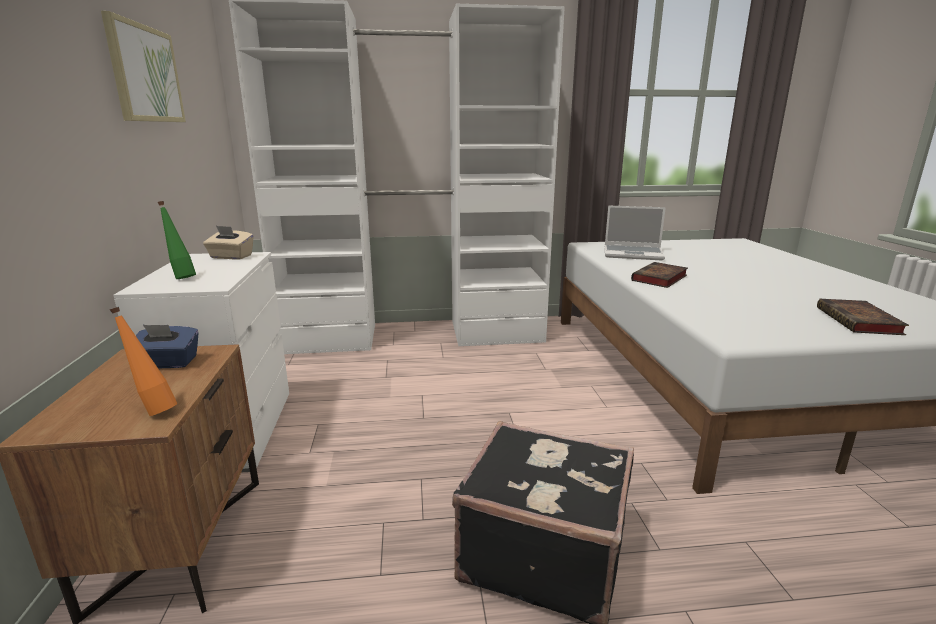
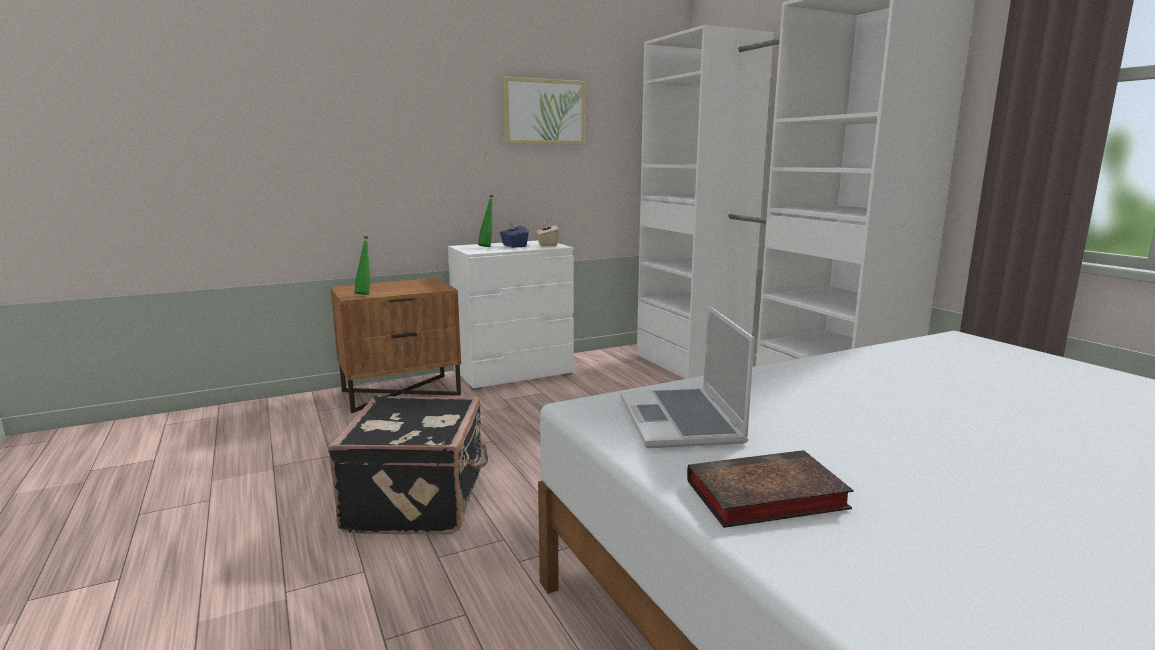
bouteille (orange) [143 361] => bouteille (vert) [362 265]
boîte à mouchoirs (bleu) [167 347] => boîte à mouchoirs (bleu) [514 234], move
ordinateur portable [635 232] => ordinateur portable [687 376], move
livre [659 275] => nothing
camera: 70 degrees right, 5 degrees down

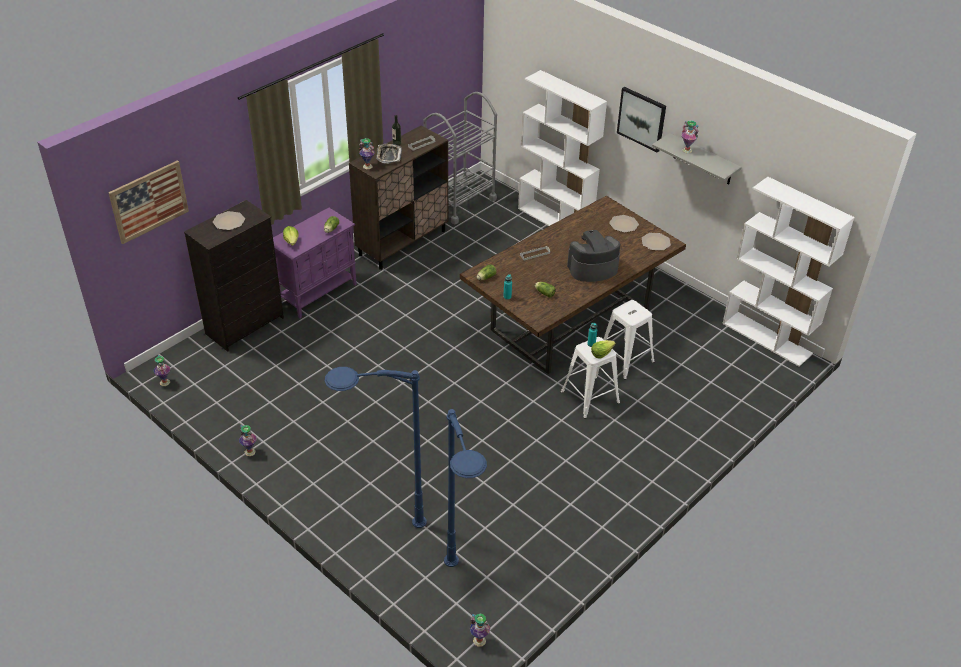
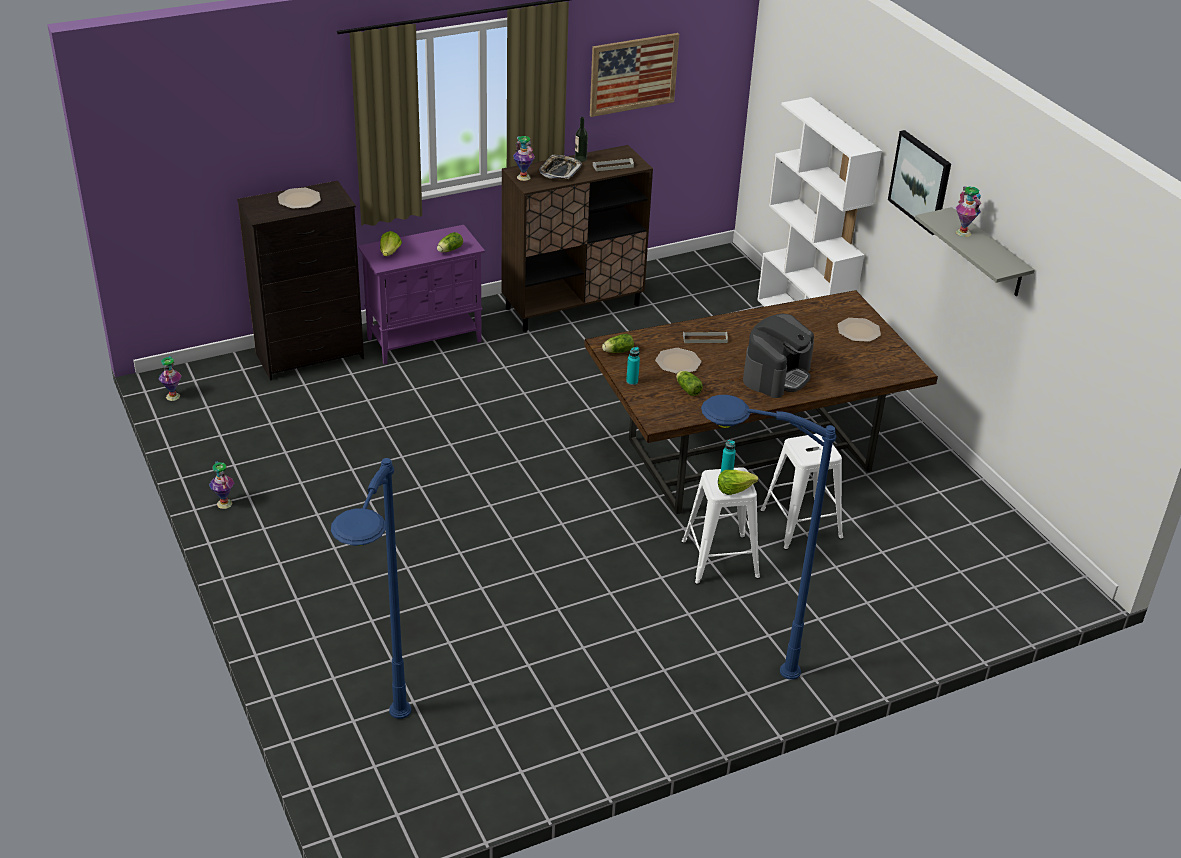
tableau [148 202] => tableau [634 75], move
lampadaire (bleu) [376 447] => lampadaire (bleu) [768 537], move
chariot (gris) [460 158] => nothing
vase [480 630] => nothing
machine à café [593 256] => machine à café [778 356], 120 degrees clockwise
assiette [656 242] => assiette [678 361], move
bibliothèque (blanc) [788 272] => nothing
camera: 20 degrees right, 5 degrees down

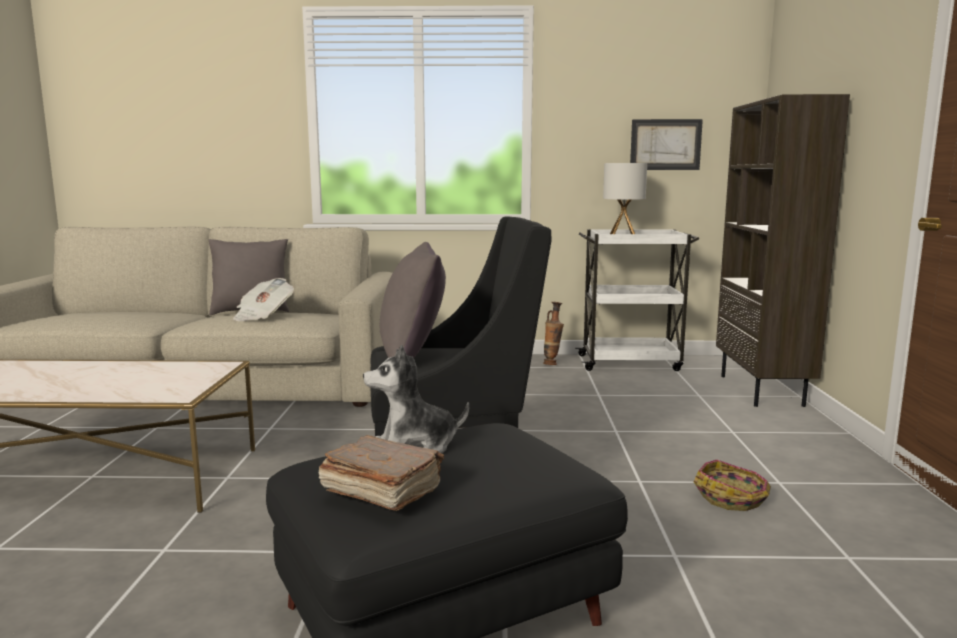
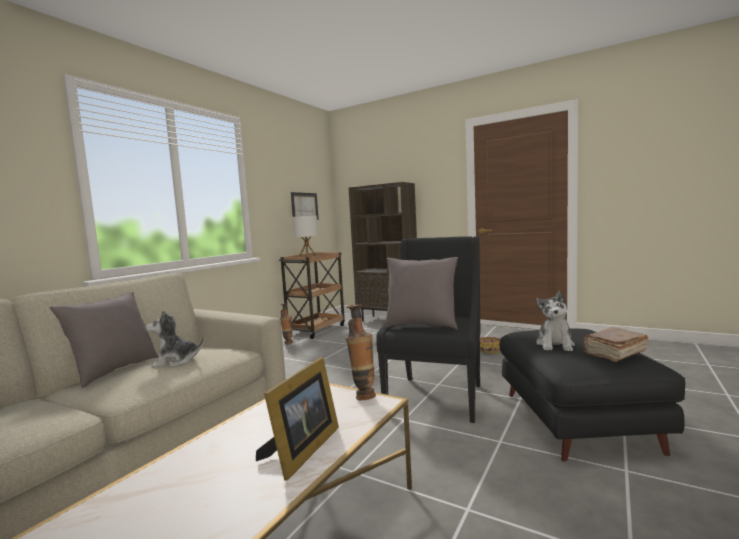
journal [263 299] => peluche [175 339]
chariot (blanc) [637 300] => chariot (marron) [312 295]
nothing => cadre photo [297 418]
nothing => vase [360 352]
camera: 60 degrees left, 5 degrees down

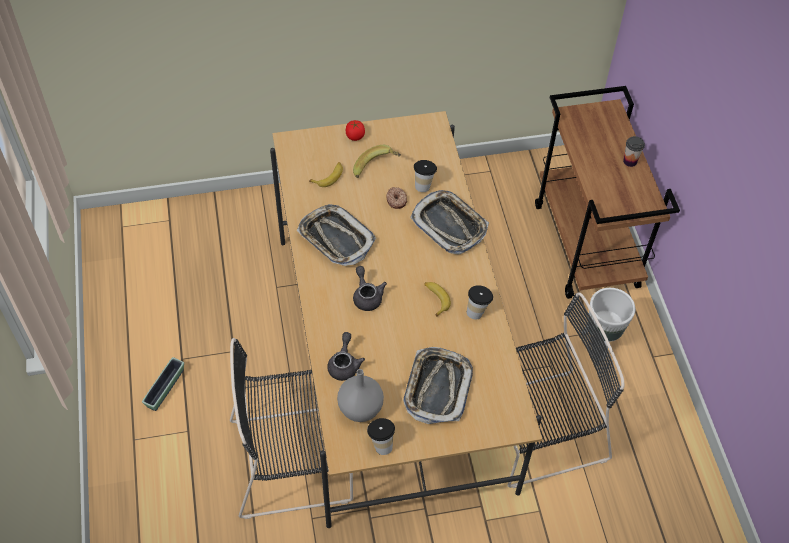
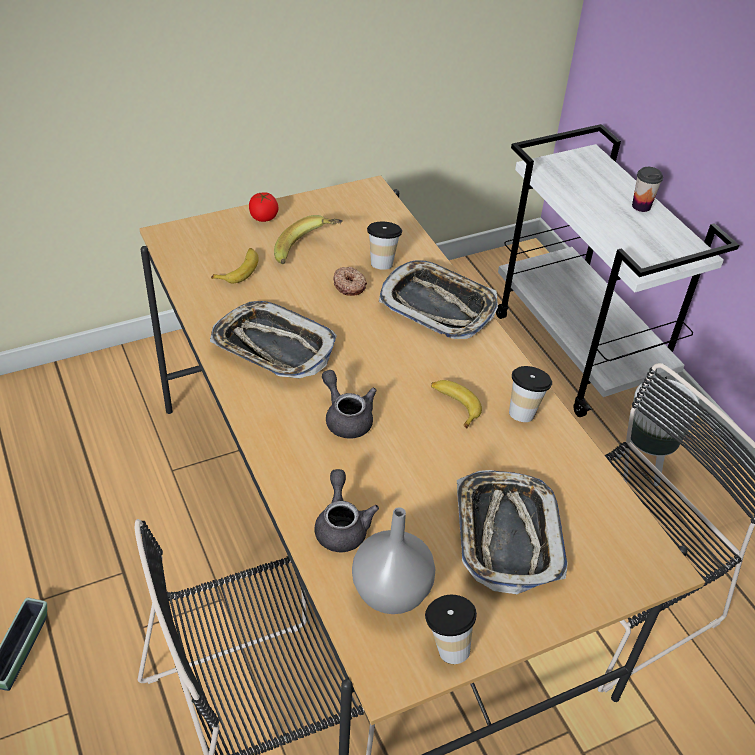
chariot (marron) [607 192] => chariot (blanc) [617 270]
camera: 15 degrees left, 10 degrees down

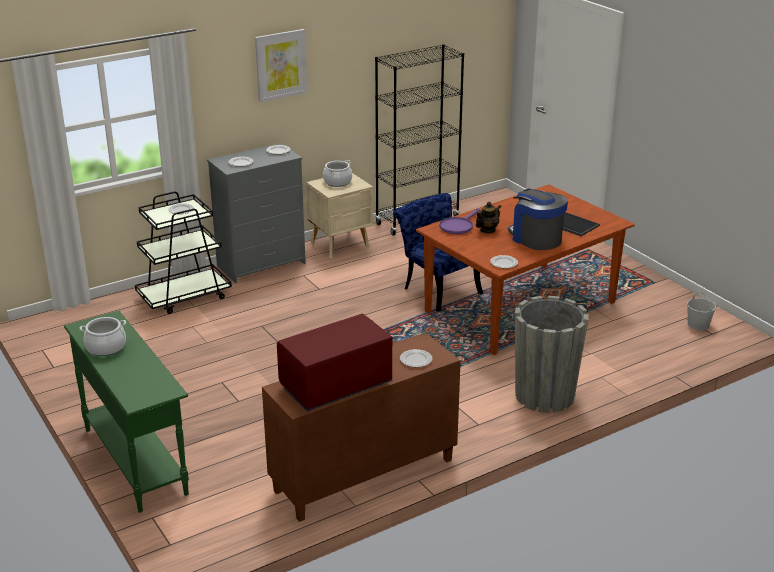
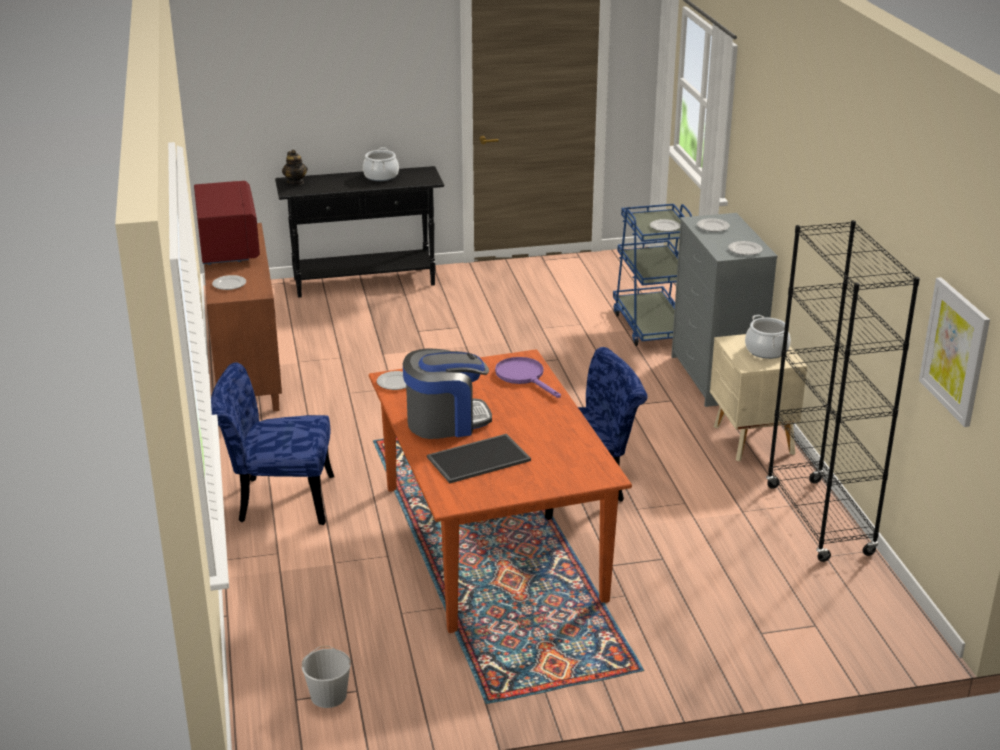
table console (vert) [126 411] => table console (noir) [359 232]
chariot (noir) [183 252] => chariot (bleu) [652 275]
tableau [281 65] => tableau [954 352], move
théière [488 217] => théière [295 167], move
cache-pot (gris) [552 354] => chaise (bleu) [272 444]
camera: 110 degrees right, 0 degrees up

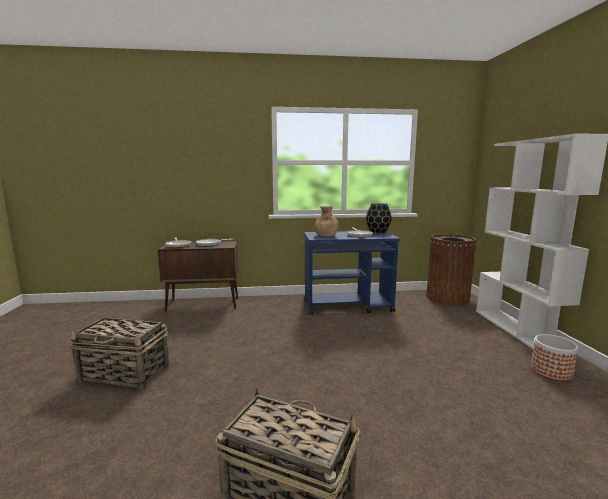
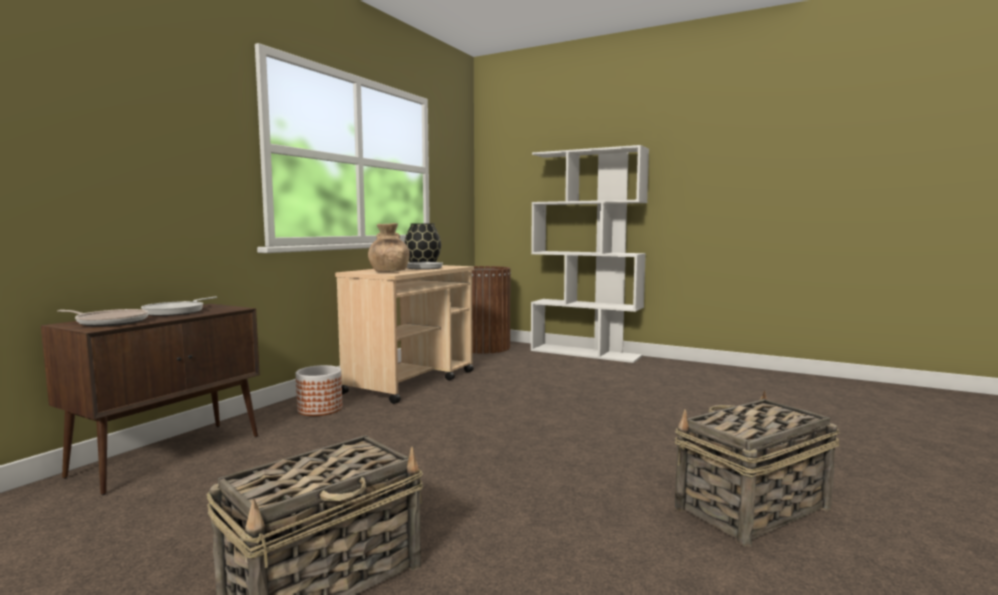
chariot (bleu) [352 273] => chariot (beige) [404 334]
cache-pot [554 357] => cache-pot [319 390], move
camera: 55 degrees left, 5 degrees down

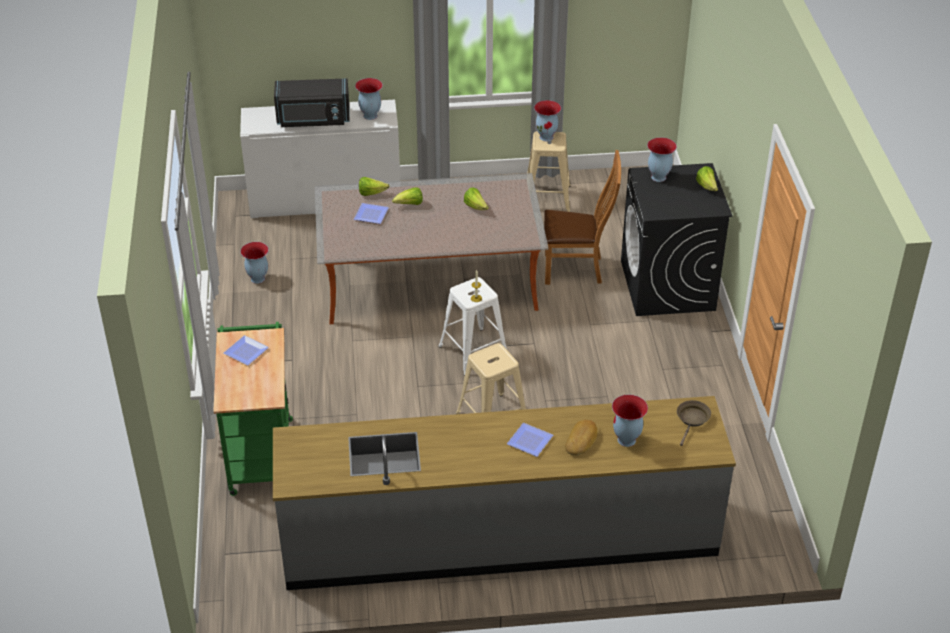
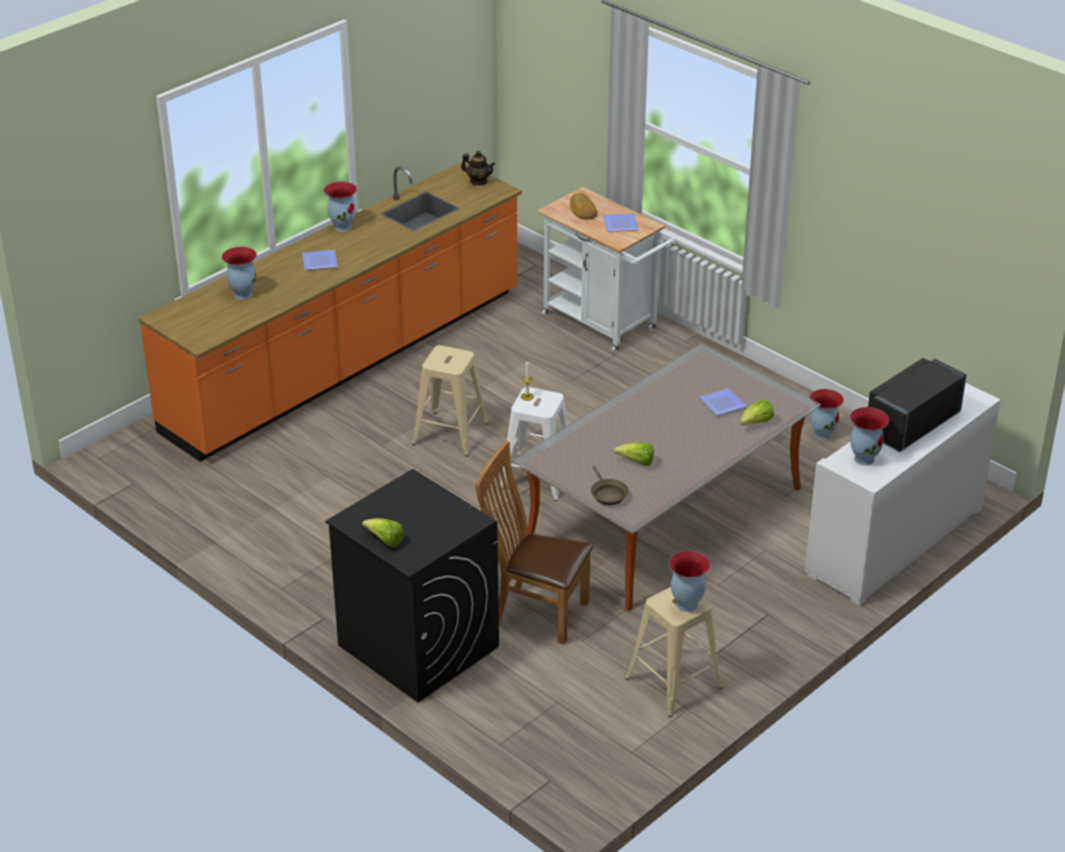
chariot (vert) [253 409] => chariot (blanc) [607 270]
comptoir de cuisine (gris) [504 493] => comptoir de cuisine (orange) [330 312]
laitue [407 196] => nothing
chaise (marron) [582 217] => chaise (marron) [534 543], 60 degrees clockwise
pain [581 438] => pain [584 206], move
vase [662 159] => vase [340 206], move
poêle (marron) [694 423] => poêle (marron) [610 486], move
nothing => théière [478 168]
camera: 140 degrees right, 5 degrees down

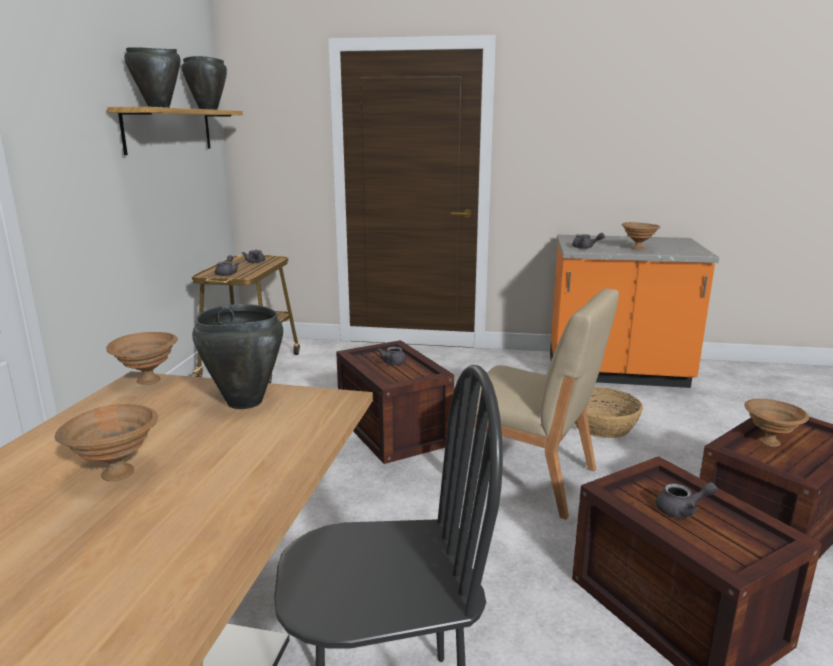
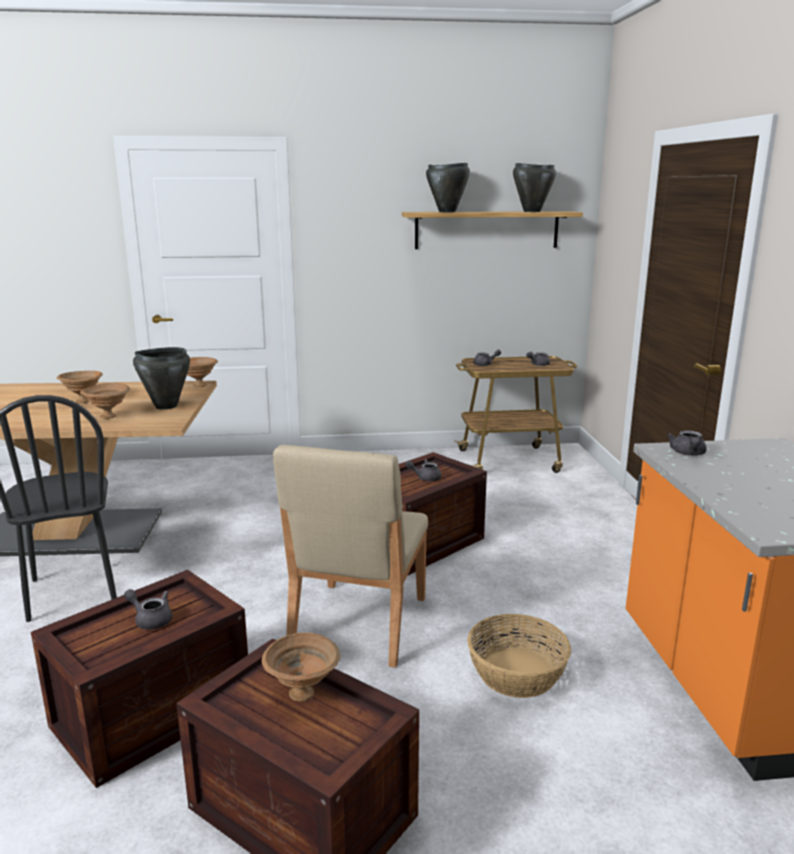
bol (marron) [641 236] => bol (marron) [105 401], move
théière (gris) [687 500] => théière (gris) [148 609], 135 degrees clockwise
camera: 75 degrees right, 0 degrees up

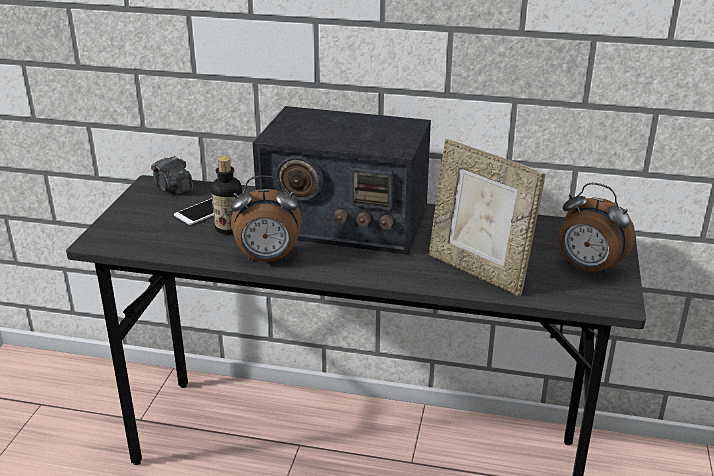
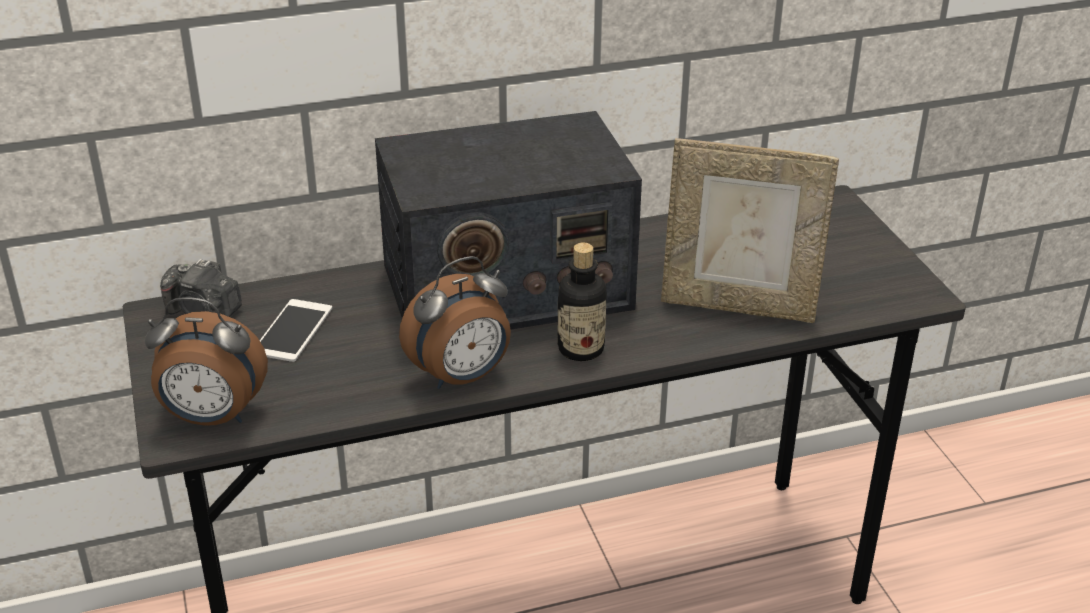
bouteille [226 195] => bouteille [582 302], move
réveil [597 229] => réveil [206 361], move
camera: 30 degrees left, 5 degrees up

